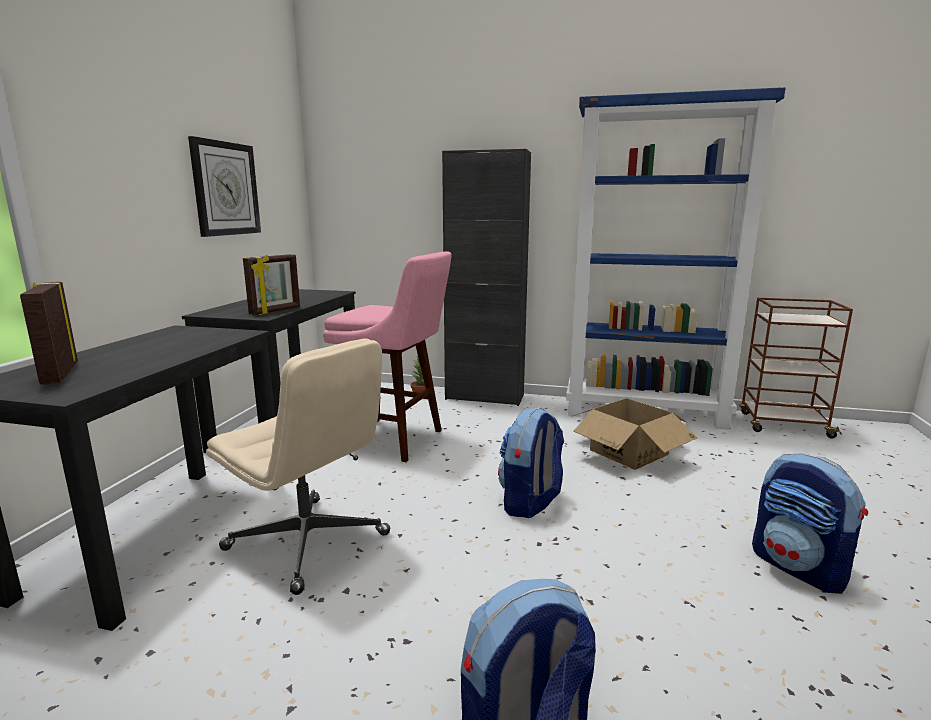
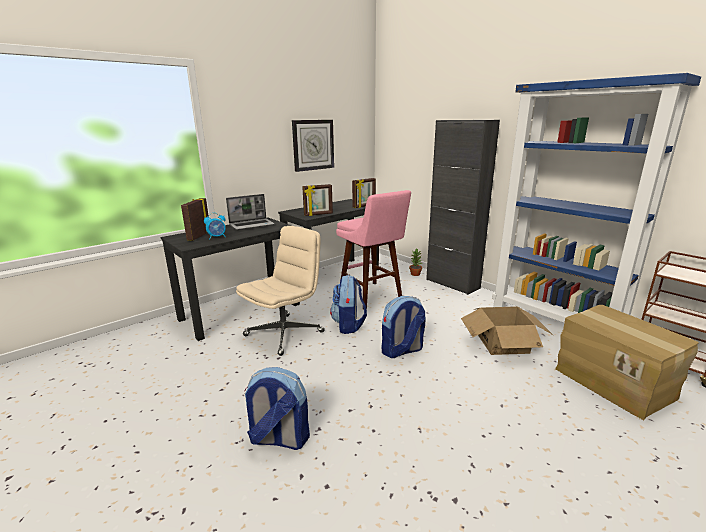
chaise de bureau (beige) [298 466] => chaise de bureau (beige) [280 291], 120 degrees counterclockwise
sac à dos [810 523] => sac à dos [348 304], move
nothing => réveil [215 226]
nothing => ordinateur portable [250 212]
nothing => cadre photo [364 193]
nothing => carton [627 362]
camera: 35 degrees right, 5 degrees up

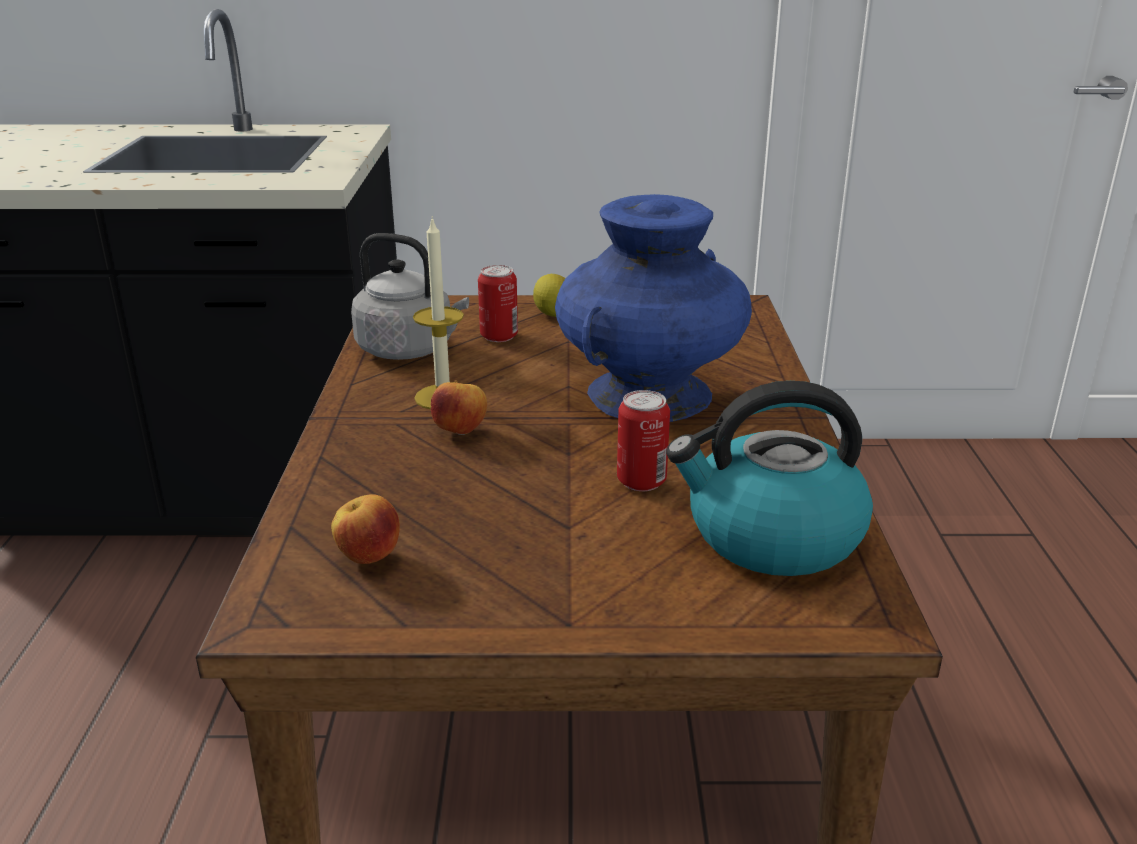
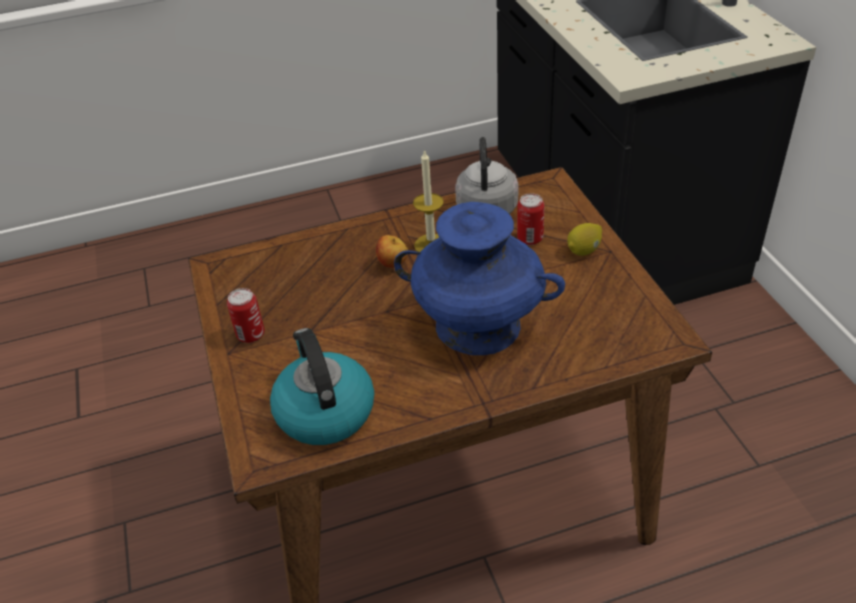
pomme [365 529] => nothing
boîte métallique [643 440] => boîte métallique [245 315], move
camera: 75 degrees right, 15 degrees up

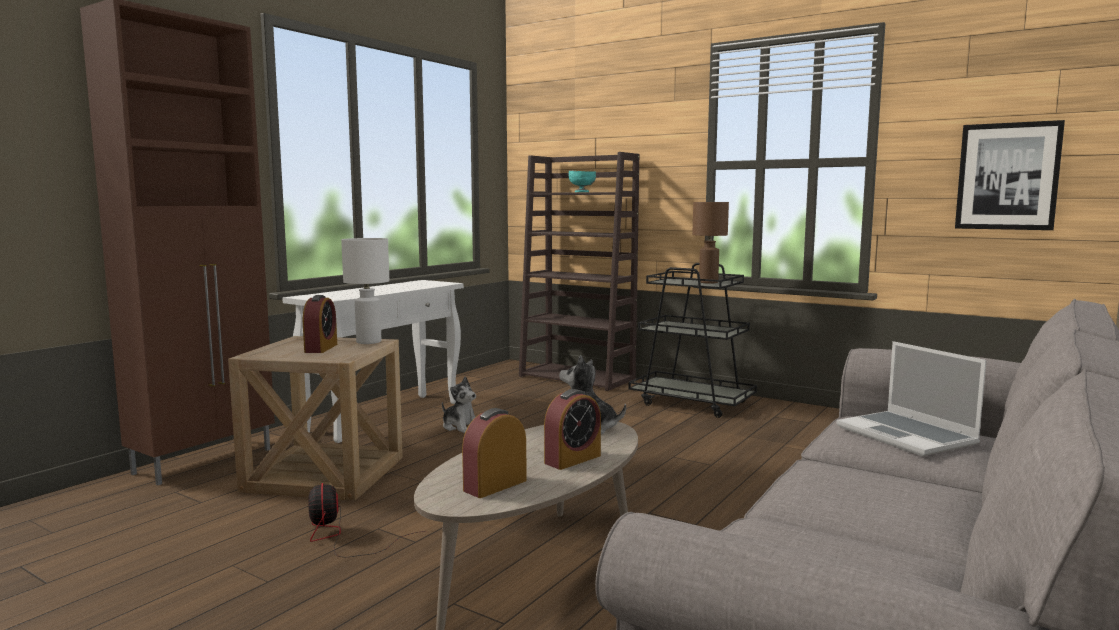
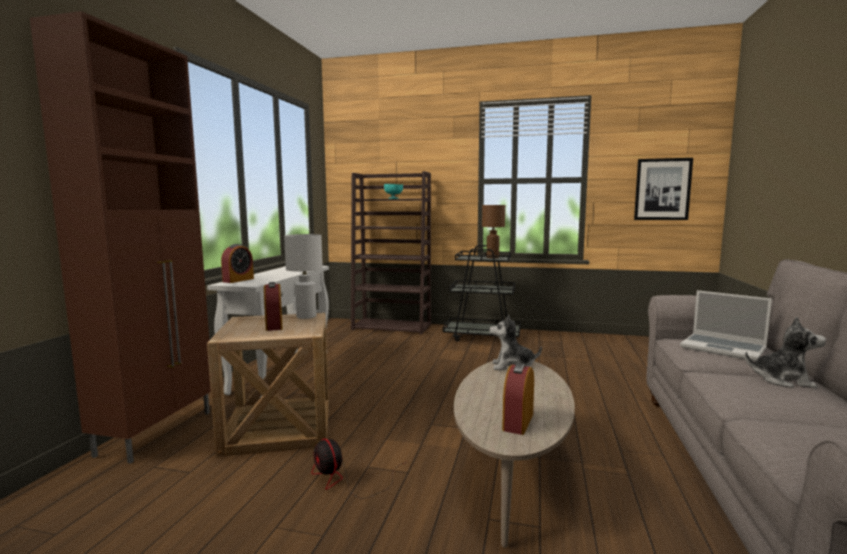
peluche [459 404] => peluche [785 352], move
réveil [572 429] => réveil [237 263], move
camera: 20 degrees left, 0 degrees up

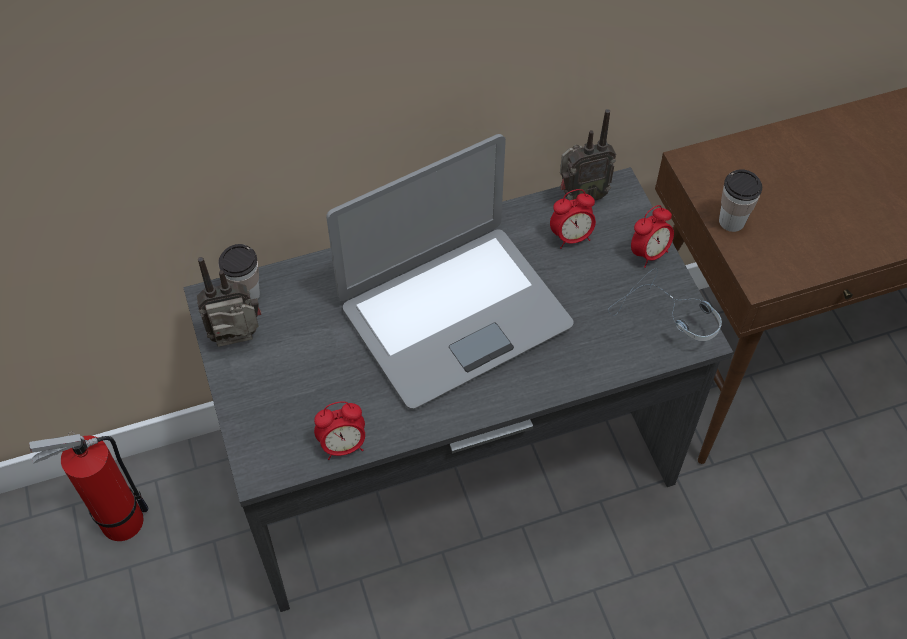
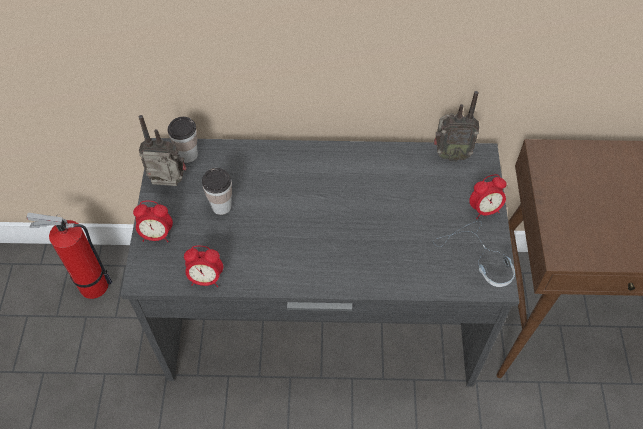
ordinateur portable [450 271] => nothing
réveil [573 219] => réveil [153 221], move
tasse [740 200] => tasse [217 191], move
camera: 20 degrees right, 0 degrees up

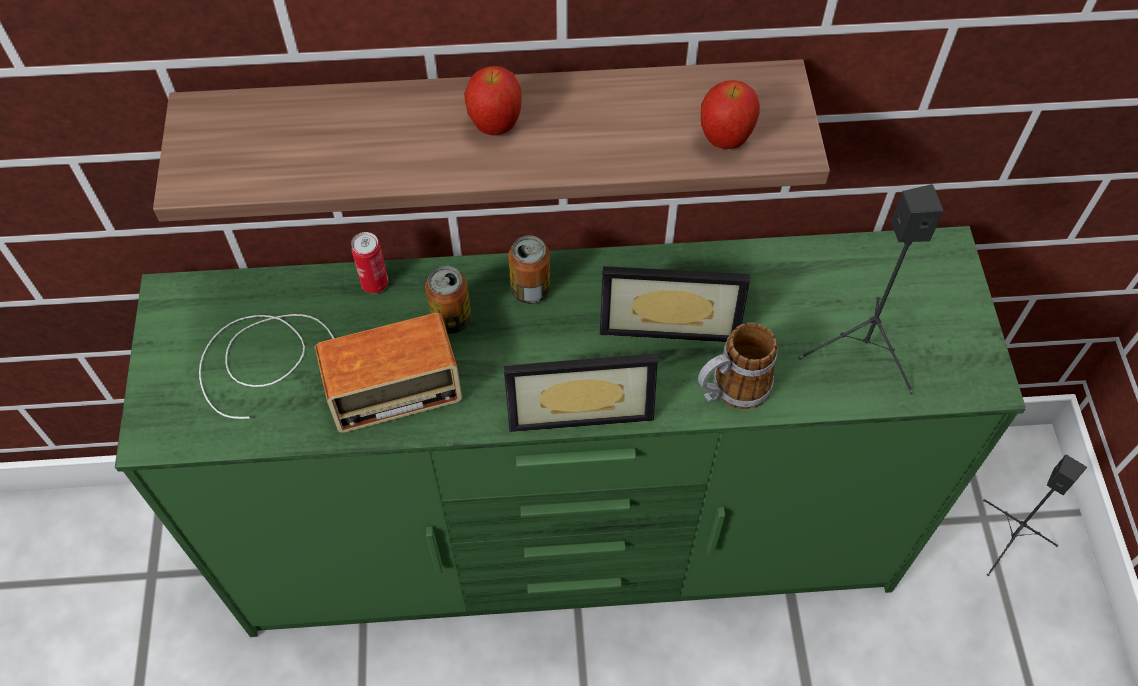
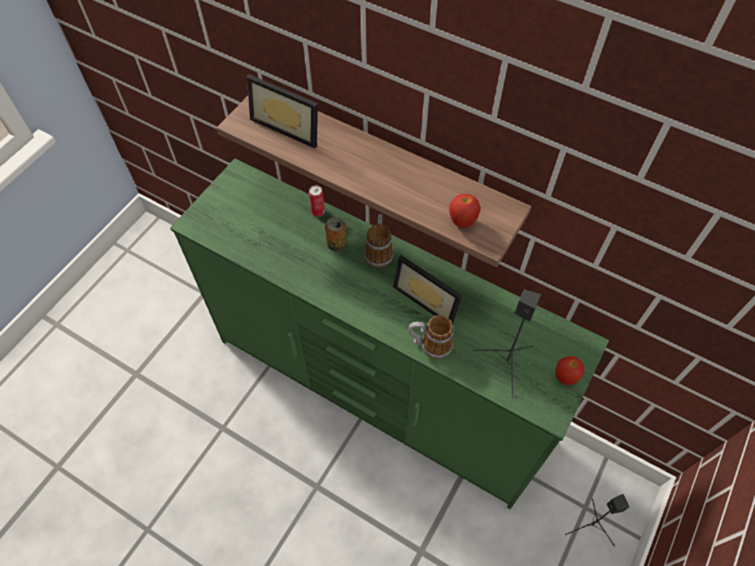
radio [330 373] => nothing
pomme [493 100] => pomme [569 370], move
cadre photo [581 393] => cadre photo [282 111], move
boîte métallique [529 269] => mug [378 241]
camera: 35 degrees right, 0 degrees up

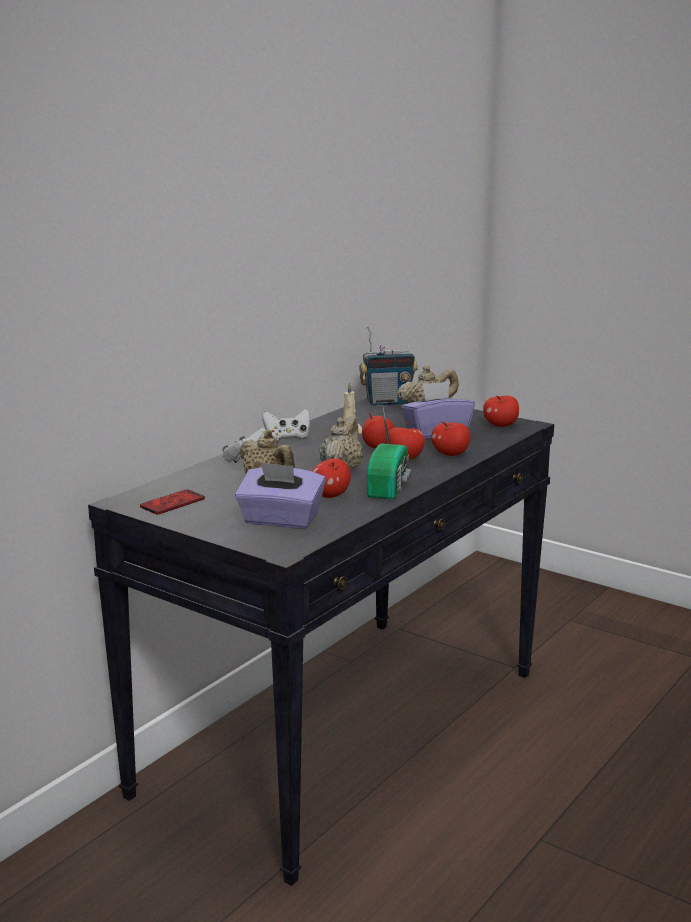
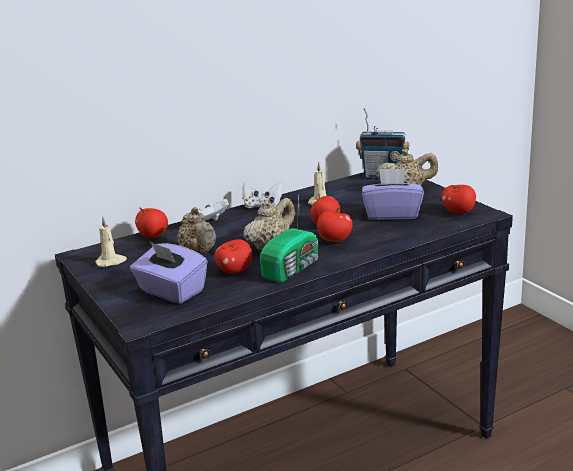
téléphone [172 502] => bougie (beige) [111 242]
pomme [450 439] => pomme [151 223], move
camera: 25 degrees right, 5 degrees up

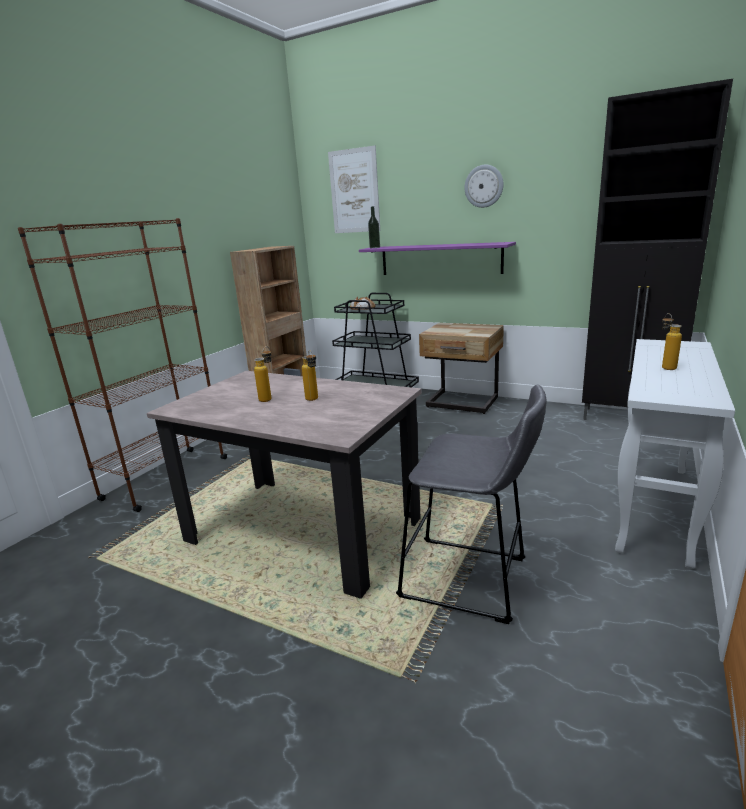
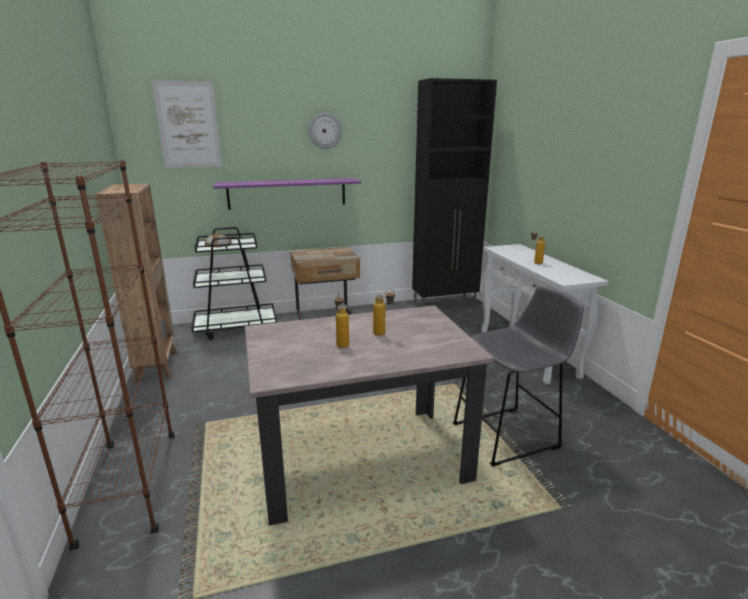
bouteille [374 227] => nothing
camera: 45 degrees left, 0 degrees up

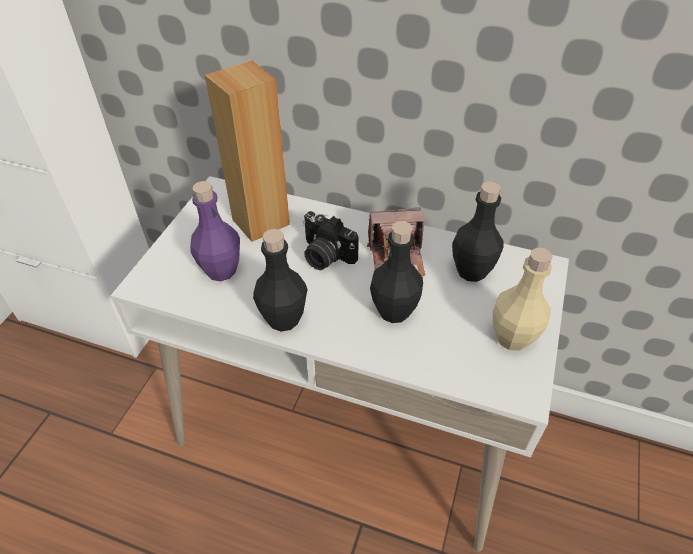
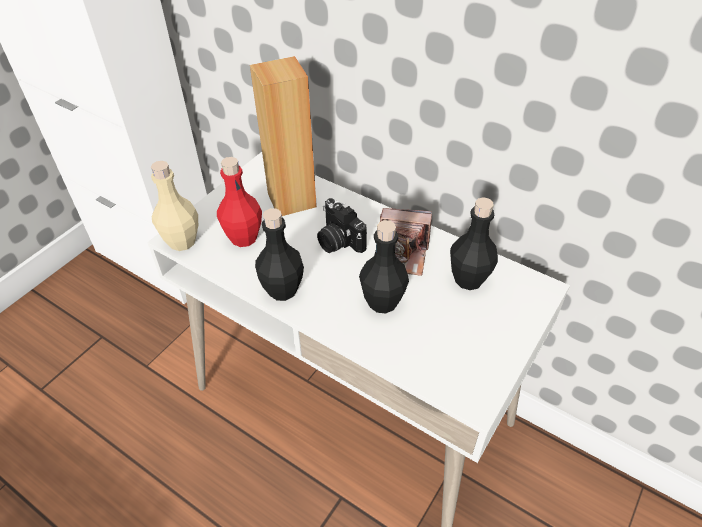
bouteille (violet) [215 231] => bouteille (rouge) [239 202]
bouteille (beige) [523 299] => bouteille (beige) [174 206], move
camera: 15 degrees right, 0 degrees up

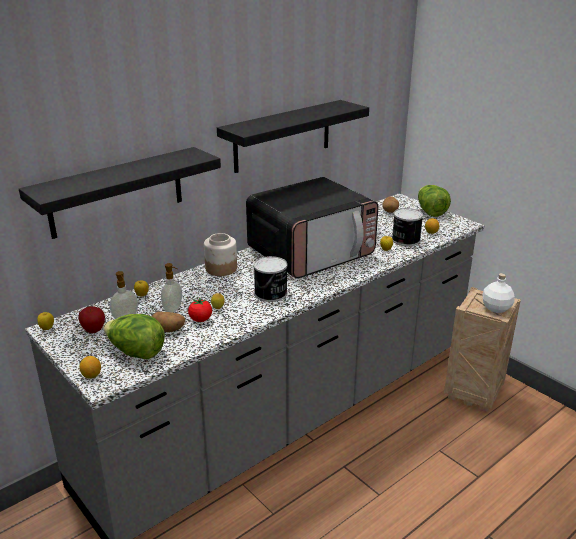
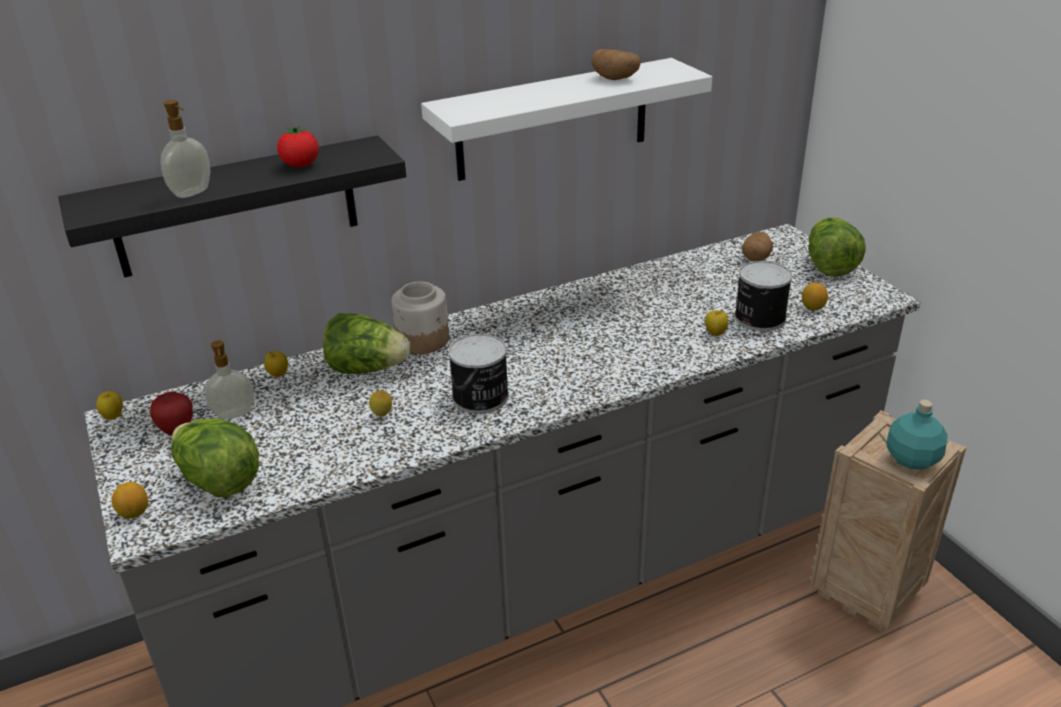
pomme de terre [168 322] => pomme de terre [616 64], move
distributeur de savon [171 288] => distributeur de savon [185 149], move
tomate [200 310] => tomate [298 146], move
étagère (noir) [293 136] => étagère (blanc) [566 119]
micro-ondes [312 228] => nothing
bouteille (blanc) [498 293] => bouteille (turquoise) [917 434]
nothing => laitue [367 343]
camera: 15 degrees right, 5 degrees up

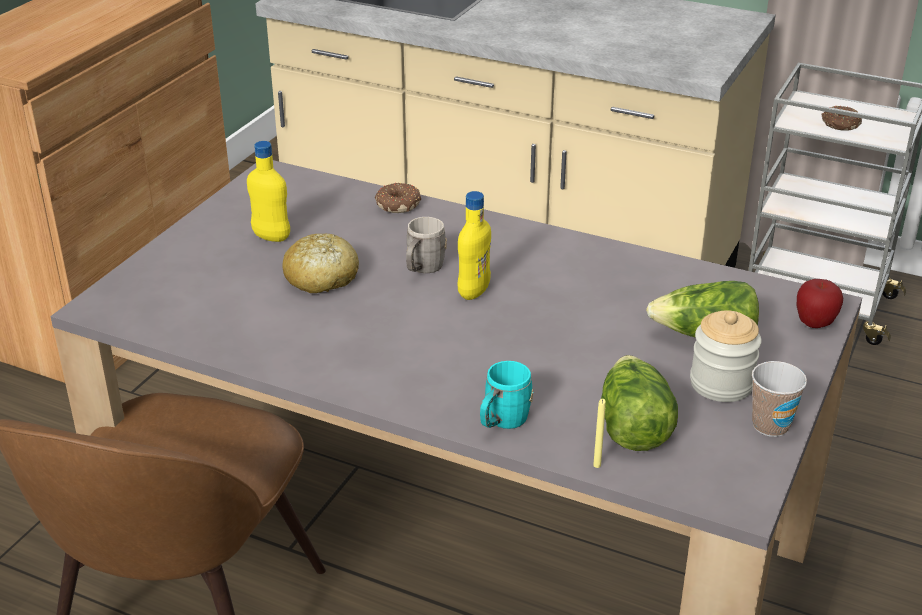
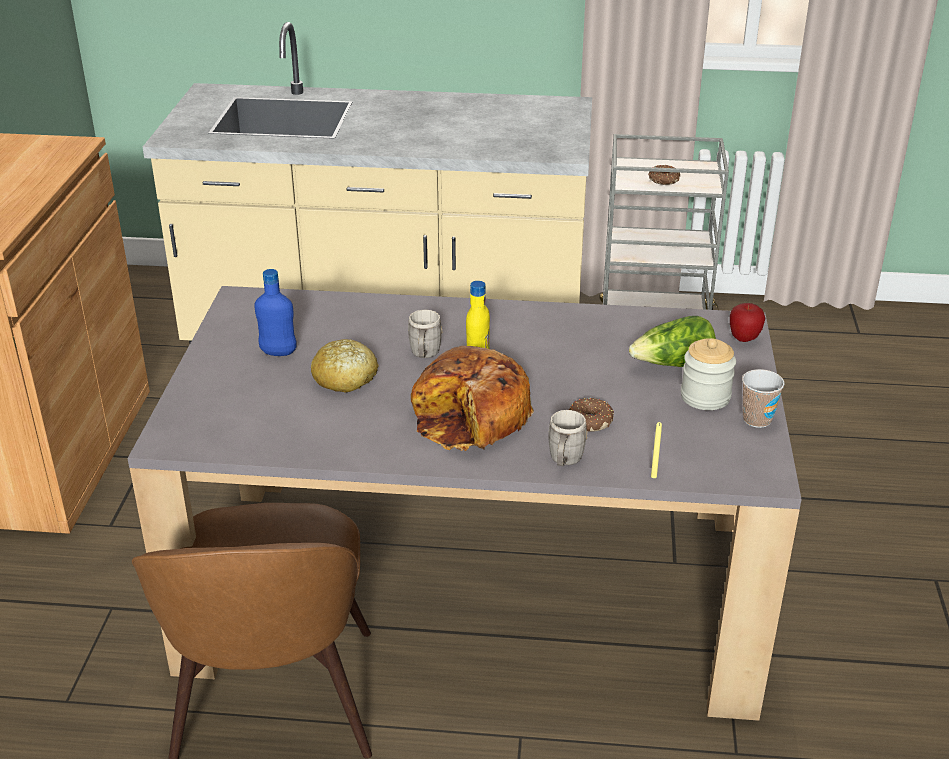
bouteille (jaune) [268 191] => bouteille (bleu) [275 312]
beignet [398 197] => beignet [591 415], move
mug (turquoise) [506 395] => mug (gris) [568 438]
laitue [639 403] => nothing
nothing => pain [472 398]
camera: 20 degrees left, 0 degrees up

